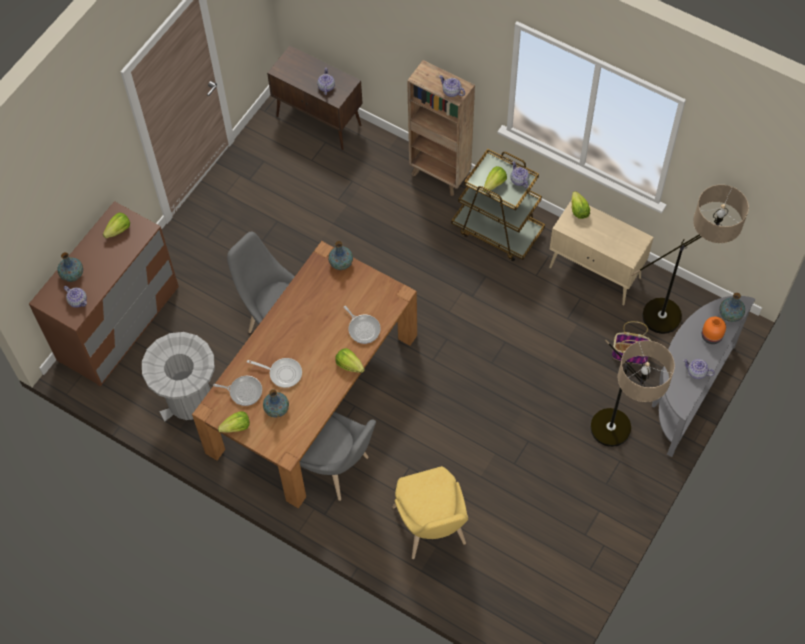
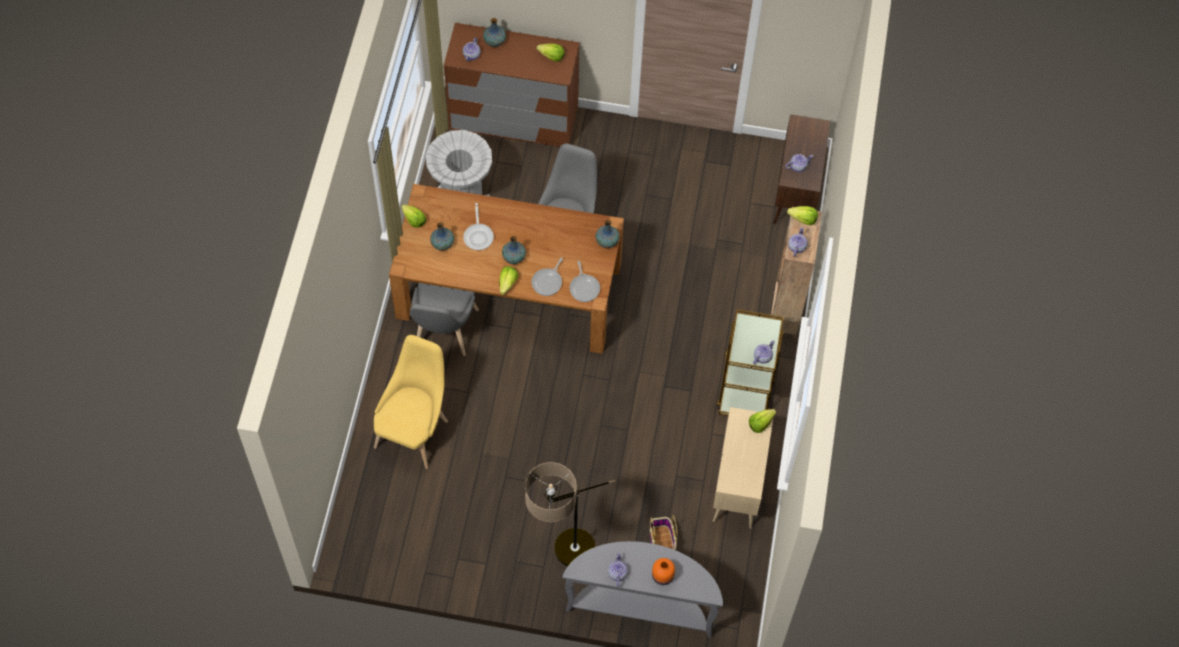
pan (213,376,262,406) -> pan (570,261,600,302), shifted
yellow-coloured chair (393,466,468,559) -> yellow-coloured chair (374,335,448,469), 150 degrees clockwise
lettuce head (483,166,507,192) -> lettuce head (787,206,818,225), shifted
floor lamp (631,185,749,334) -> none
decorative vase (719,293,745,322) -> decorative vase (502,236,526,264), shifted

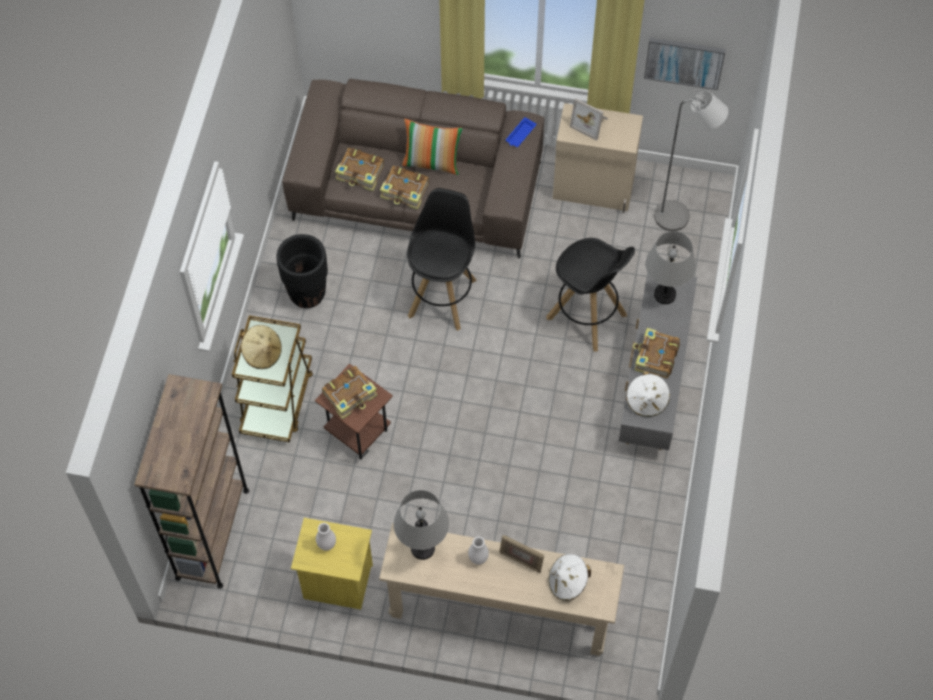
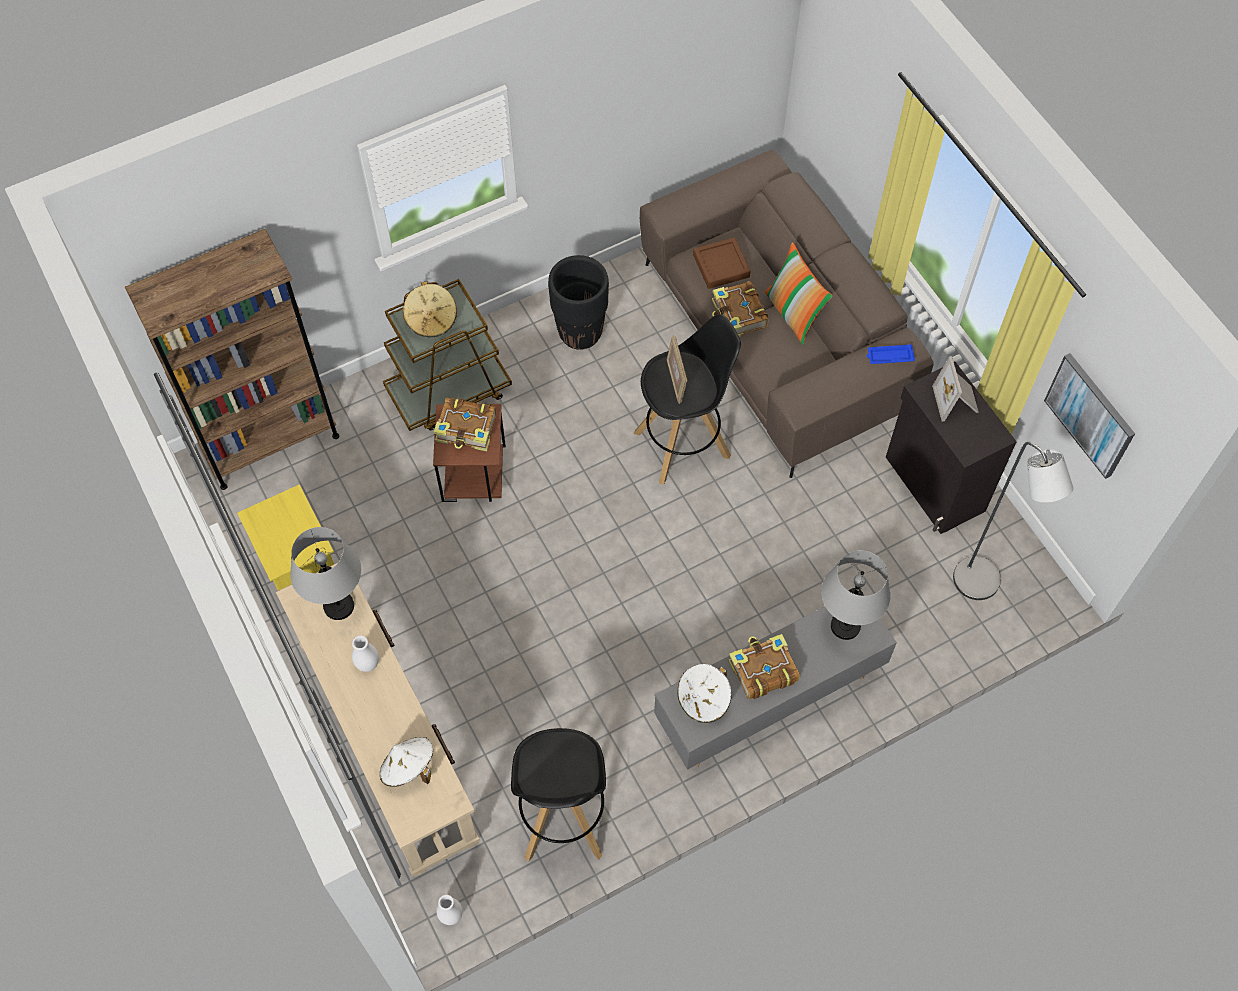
whitish decorative vase (316,523,336,551) -> whitish decorative vase (436,895,463,925), shifted
volume (335,148,384,191) -> brown-coloured tray (693,237,750,289)
standing frame (499,535,544,573) -> standing frame (667,336,687,404), shifted
blackish stool (546,238,635,352) -> blackish stool (511,728,606,862), shifted
beige-coloured cupboard (553,103,643,213) -> blackish cupboard (886,362,1017,534)

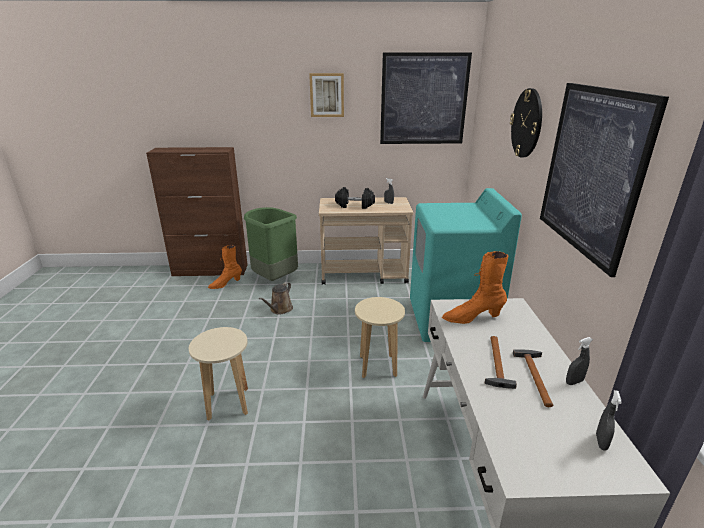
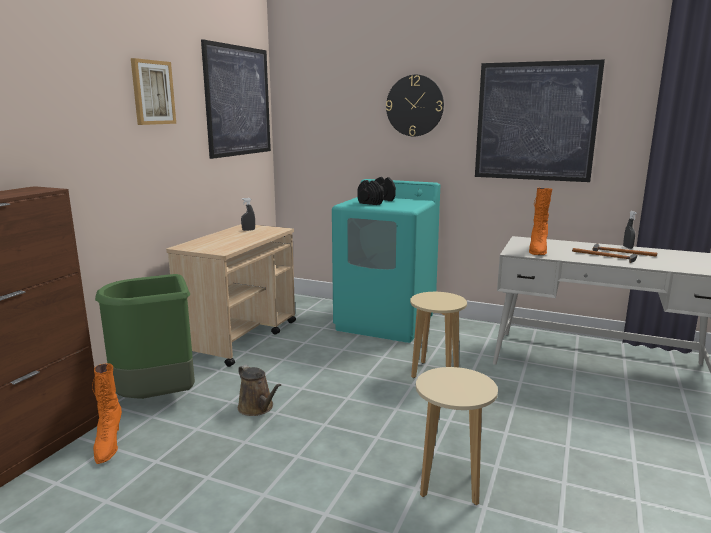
blackish dumbbell (335,187,375,209) -> blackish dumbbell (357,177,396,205), shifted
gray spray bottle (596,390,622,451) -> none

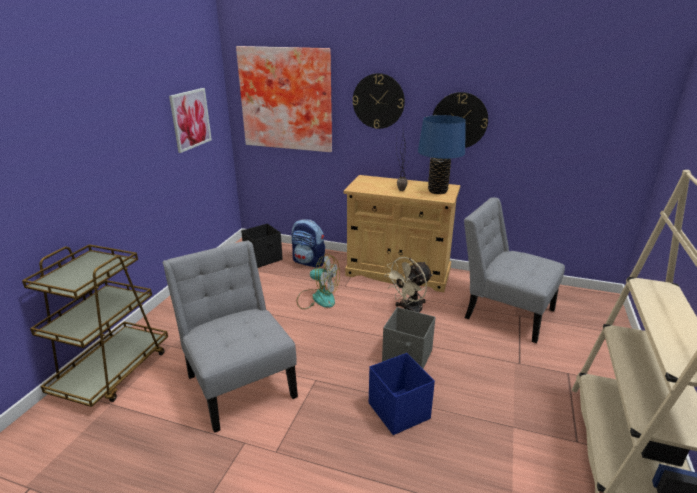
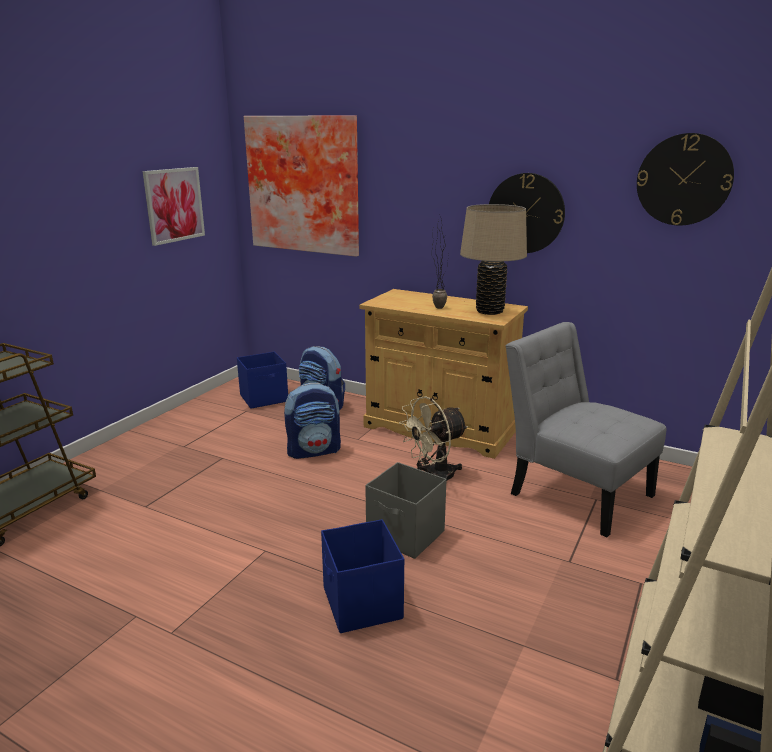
gray chair (163,240,298,433) -> none
blackish storage box (241,223,283,268) -> bluish storage box (237,352,288,409)
fan (296,254,340,309) -> backpack (284,383,341,459)
wall clock (353,73,405,129) -> wall clock (637,133,734,225), shifted
bluish tabletop lamp (418,115,466,194) -> beige-coloured tabletop lamp (460,204,527,315)

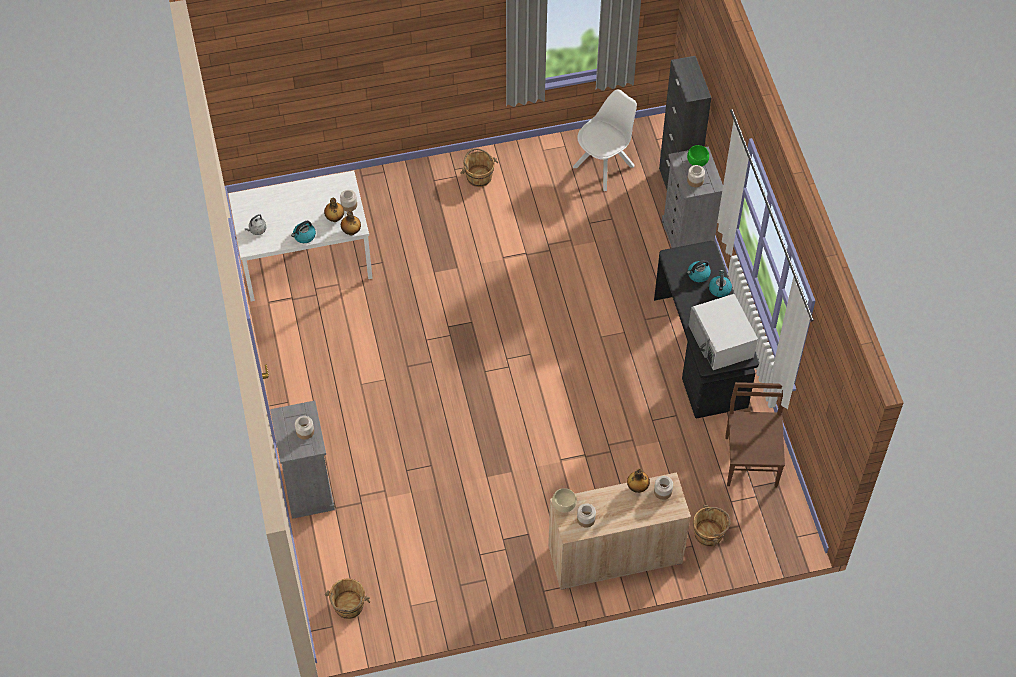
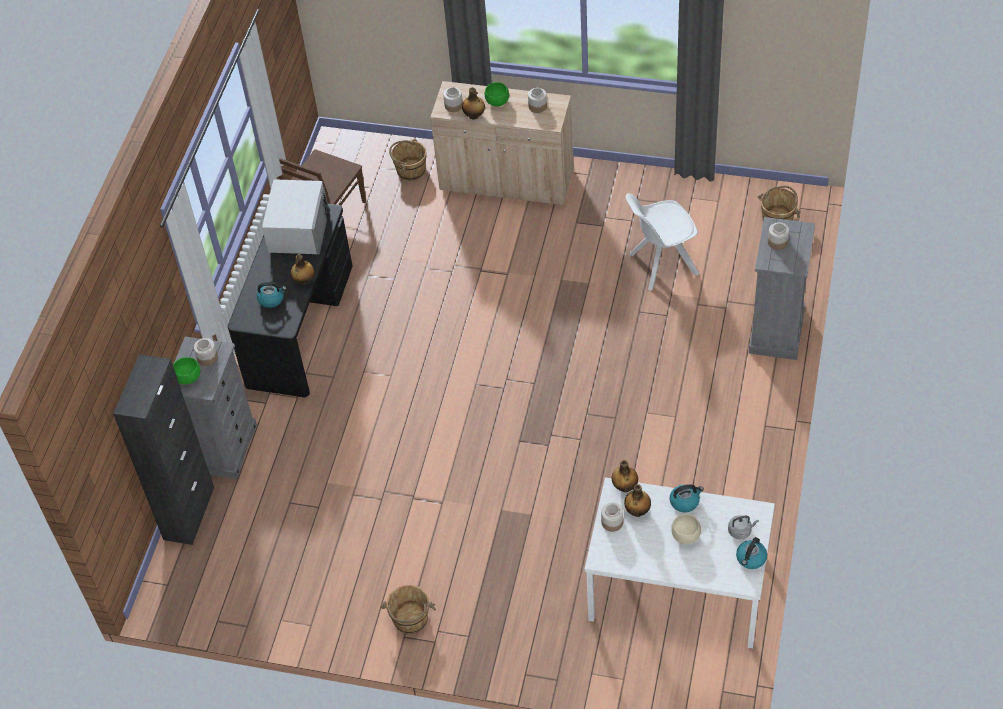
beige-coloured bowl (552,488,577,513) -> beige-coloured bowl (671,514,701,544), shifted
whitish chair (573,89,637,191) -> whitish chair (626,193,699,290), shifted
kettle (709,270,732,297) -> kettle (736,537,767,569), shifted
none -> bottle (291,254,315,285)
none -> greenish bowl (485,82,509,107)

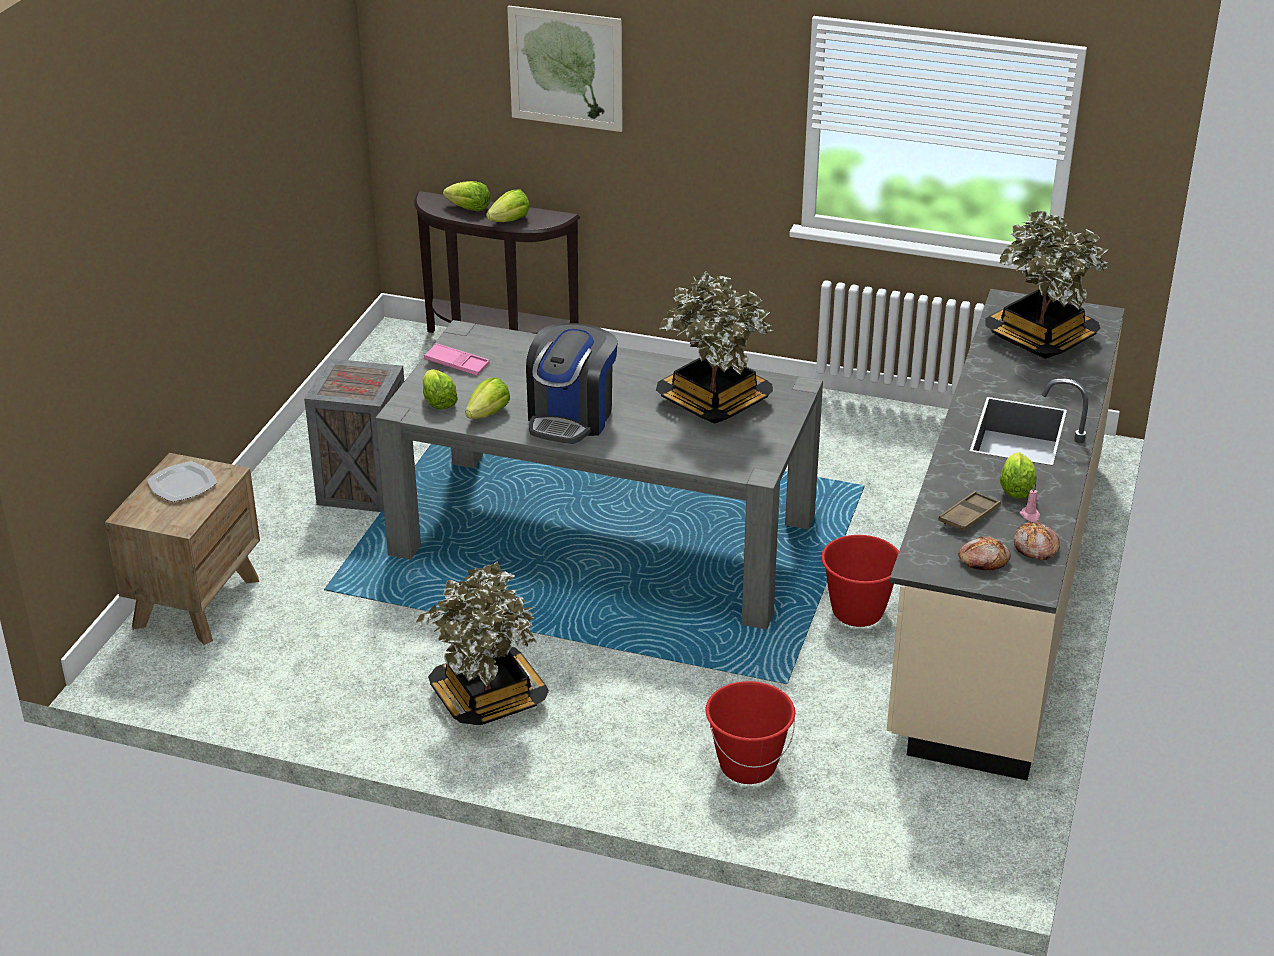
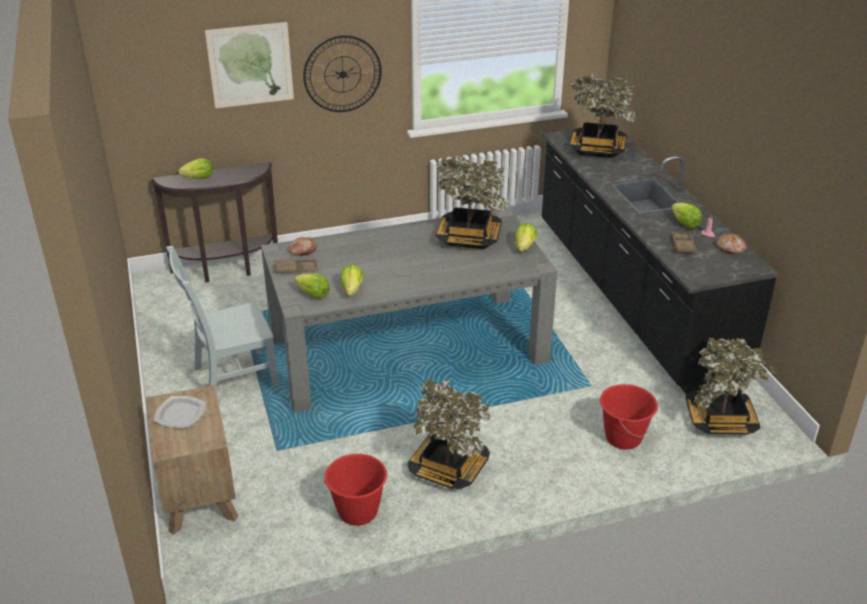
crate (304,358,404,512) -> gray chair (166,246,278,392)
pink-coloured tray (424,343,490,376) -> brown-coloured tray (274,259,318,273)
lettuce head (486,190,530,222) -> lettuce head (515,223,537,252), shifted
coffee brewer (526,323,618,444) -> none
red water bucket (821,535,899,627) -> red water bucket (324,454,388,526), shifted
beige-coloured kitchen counter (887,289,1125,780) -> blackish kitchen counter (542,124,779,394)
bakery bread (958,536,1011,570) -> bakery bread (288,237,317,256), shifted
none -> wall clock (303,35,382,112)
none -> plant in a pot (686,337,779,434)

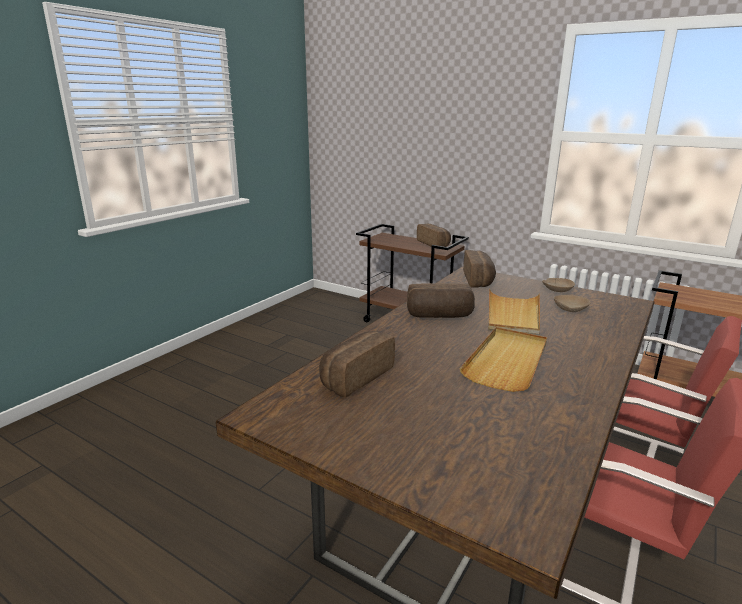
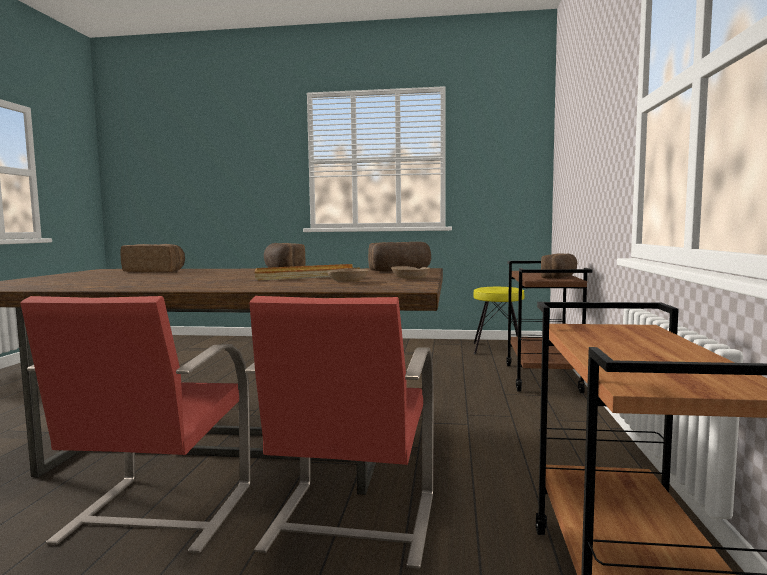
beige-coloured tray (459,327,547,392) -> none
none -> yellow-coloured stool (473,287,524,354)

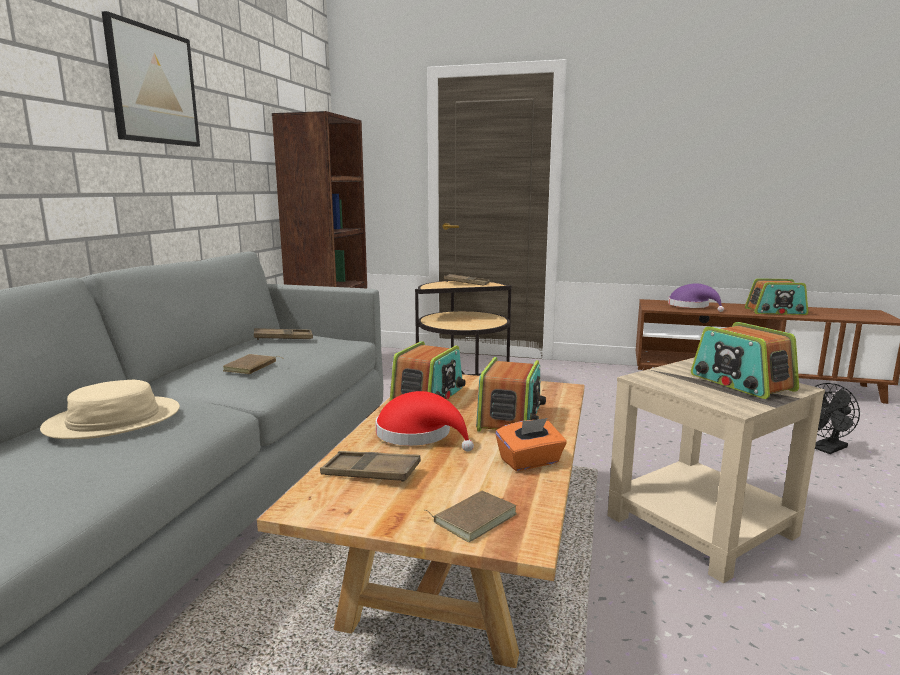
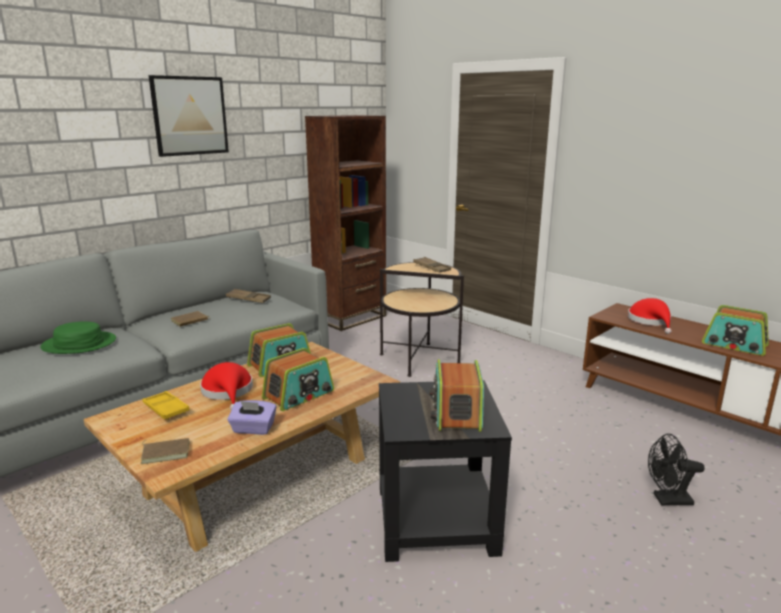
beige-coloured wearable hat (40,380,180,439) -> greenish wearable hat (40,321,116,354)
brown-coloured tray (320,451,421,482) -> yellow-coloured tray (142,391,190,420)
orange-coloured tissue holder (496,418,567,471) -> purple-coloured tissue holder (227,400,276,435)
beige-coloured end table (607,358,825,583) -> blackish end table (379,380,512,562)
purple-coloured wearable hat (668,283,724,312) -> red wearable hat (628,298,672,334)

